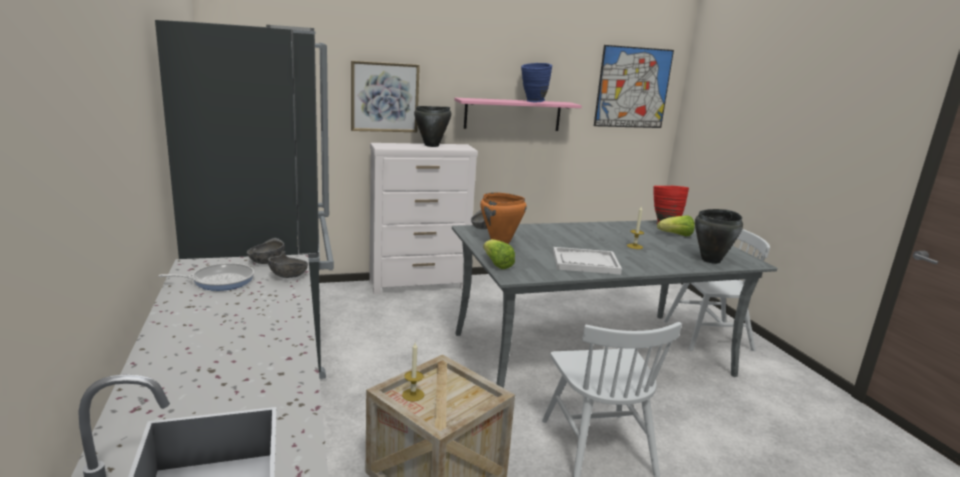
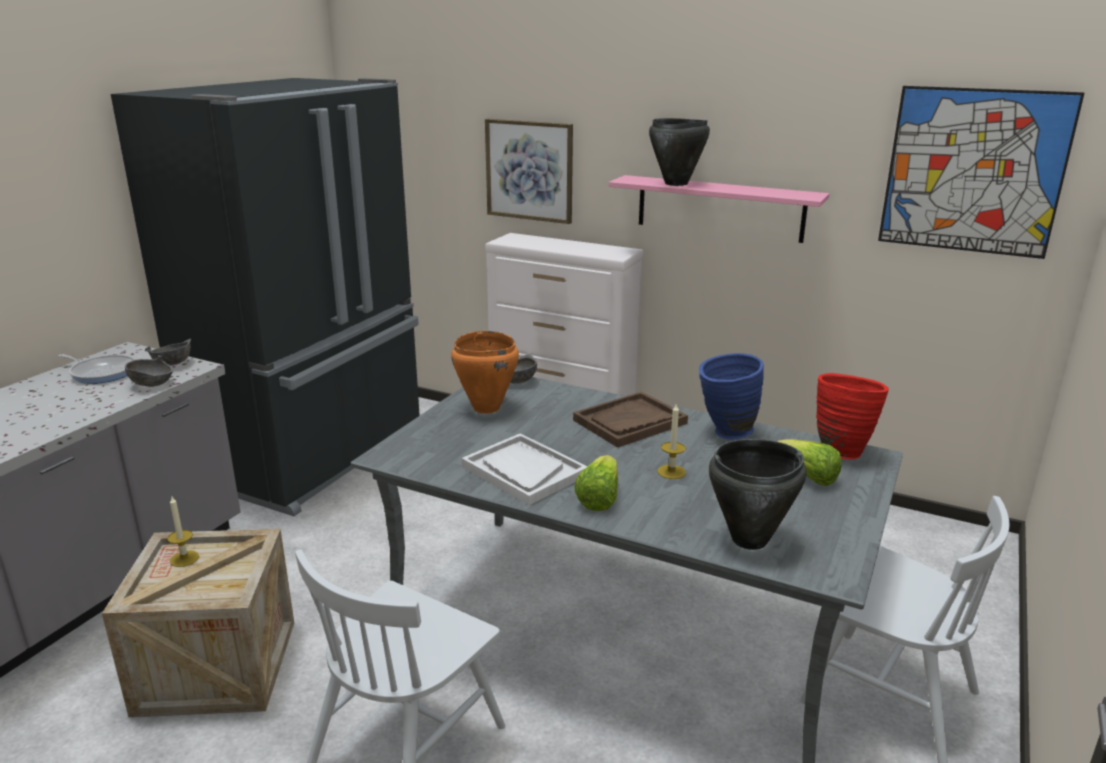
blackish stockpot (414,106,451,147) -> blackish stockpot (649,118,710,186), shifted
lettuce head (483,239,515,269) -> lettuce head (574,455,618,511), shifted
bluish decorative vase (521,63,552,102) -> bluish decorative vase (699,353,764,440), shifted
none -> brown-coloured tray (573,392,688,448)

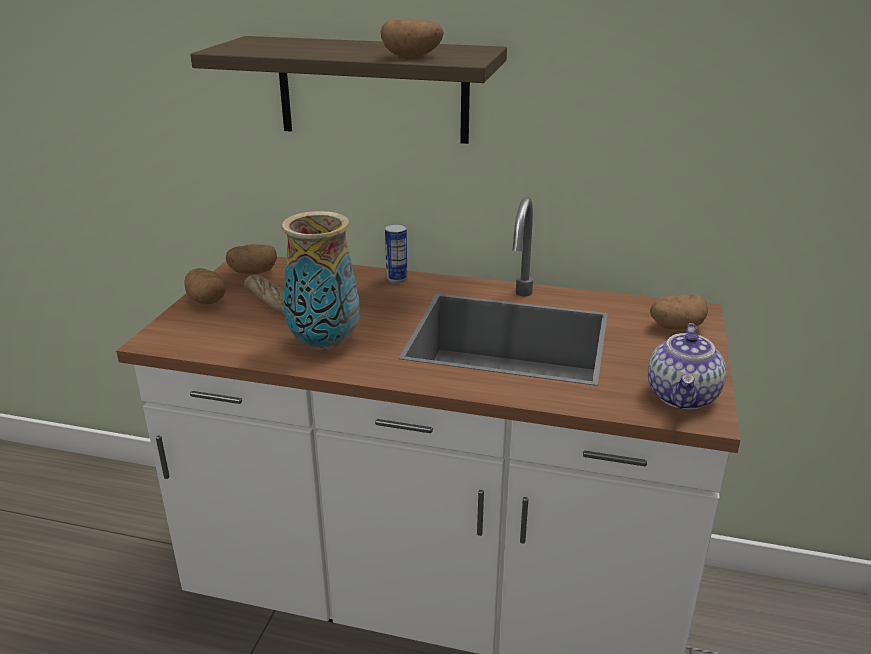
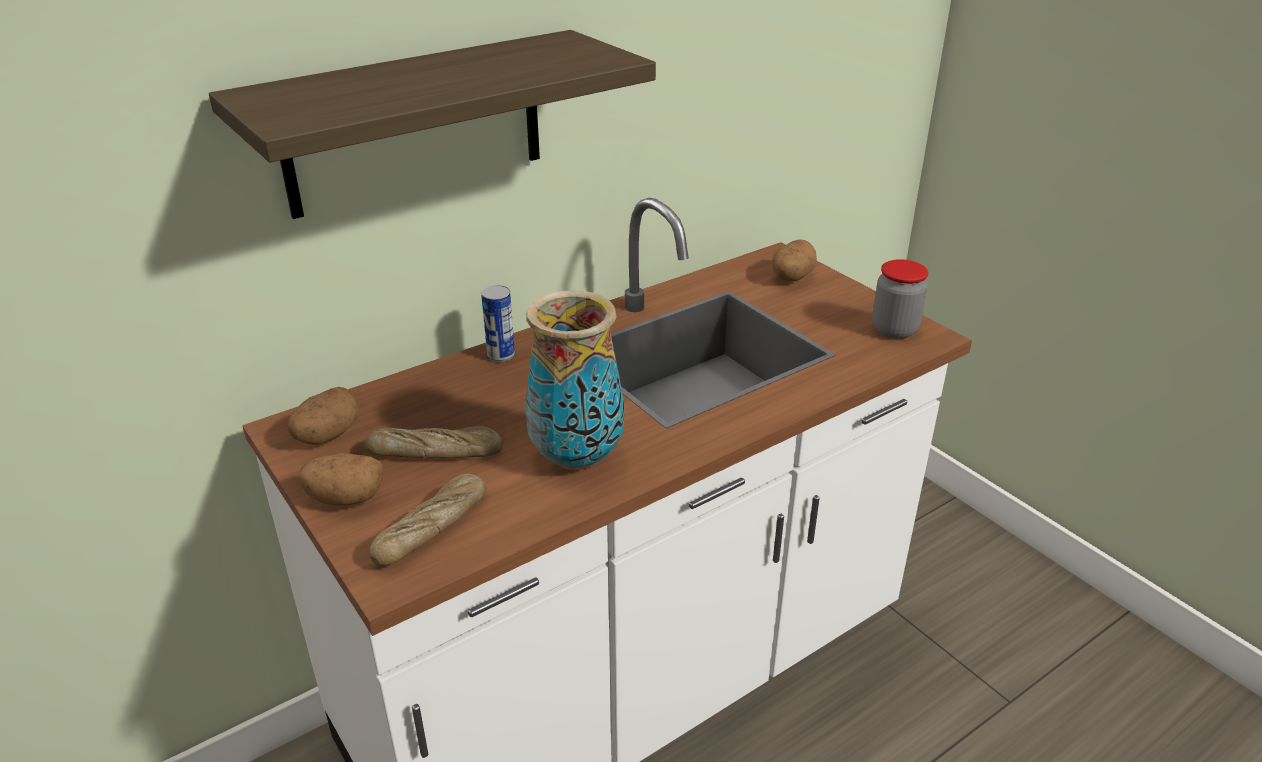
potato (381,19,444,58) -> none
tea pot (648,323,726,409) -> storage jar (872,259,929,339)
none -> bakery bread (369,474,486,566)

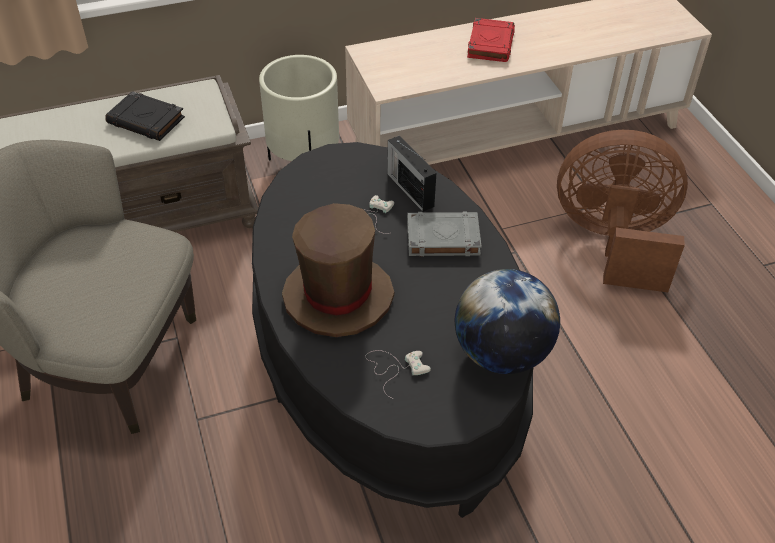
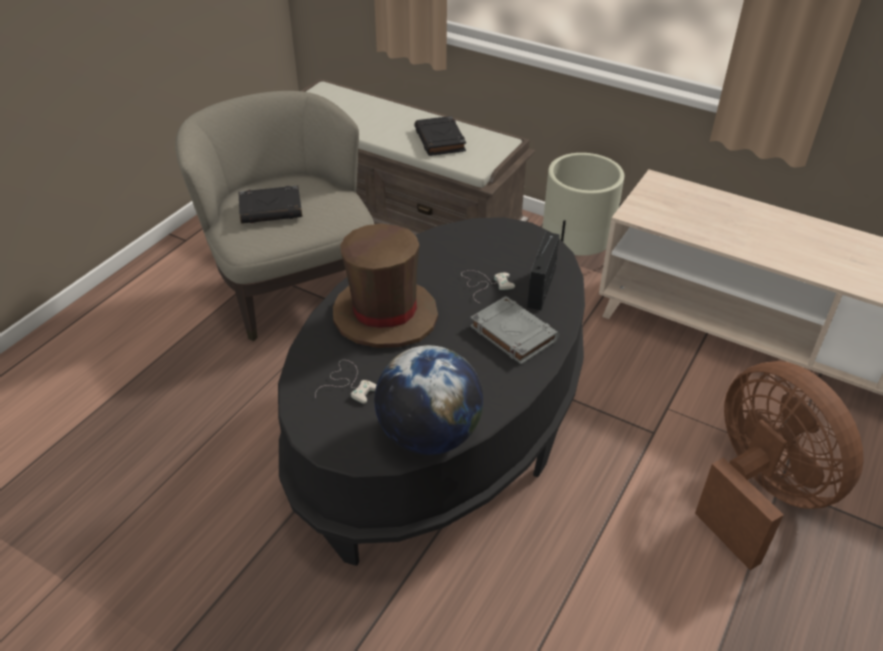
red volume (467,18,515,62) -> none
none -> blackish volume (238,186,302,224)

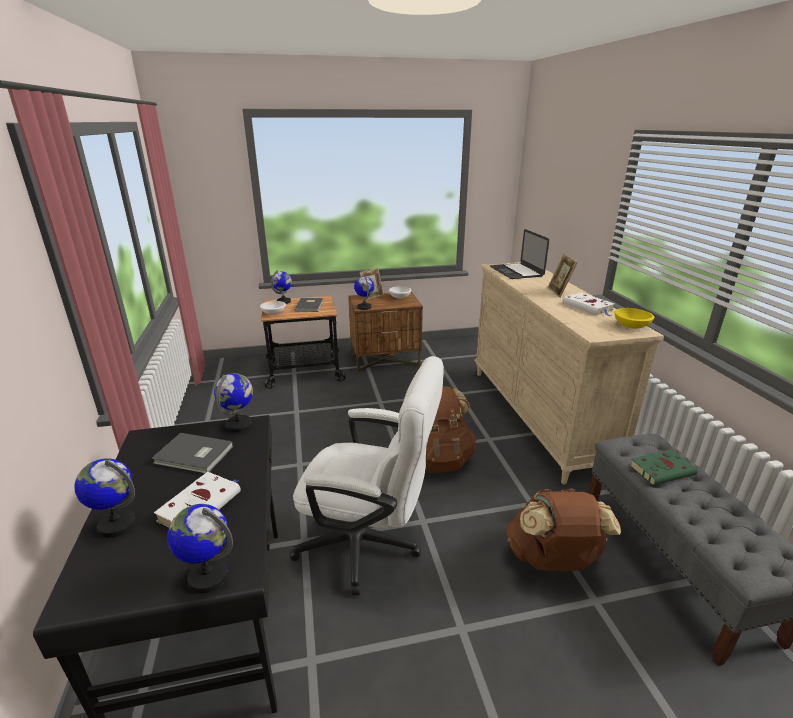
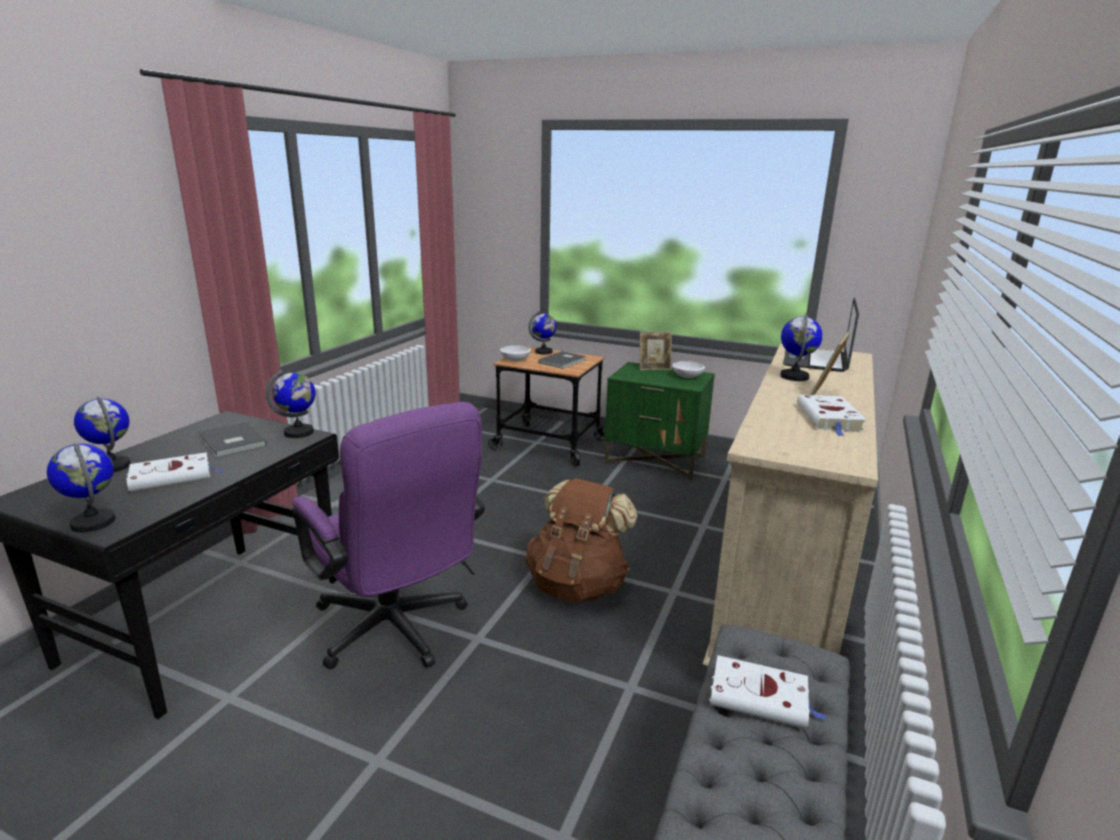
whitish computer chair (289,356,444,596) -> purple-coloured computer chair (292,402,485,669)
brown-coloured night table (348,292,423,373) -> greenish night table (605,362,715,480)
globe (354,276,374,310) -> globe (780,314,823,381), shifted
brown-coloured backpack (506,488,621,571) -> none
yellow-coloured bowl (614,308,654,328) -> none
greenish volume (629,450,697,485) -> whitish volume (709,655,826,729)

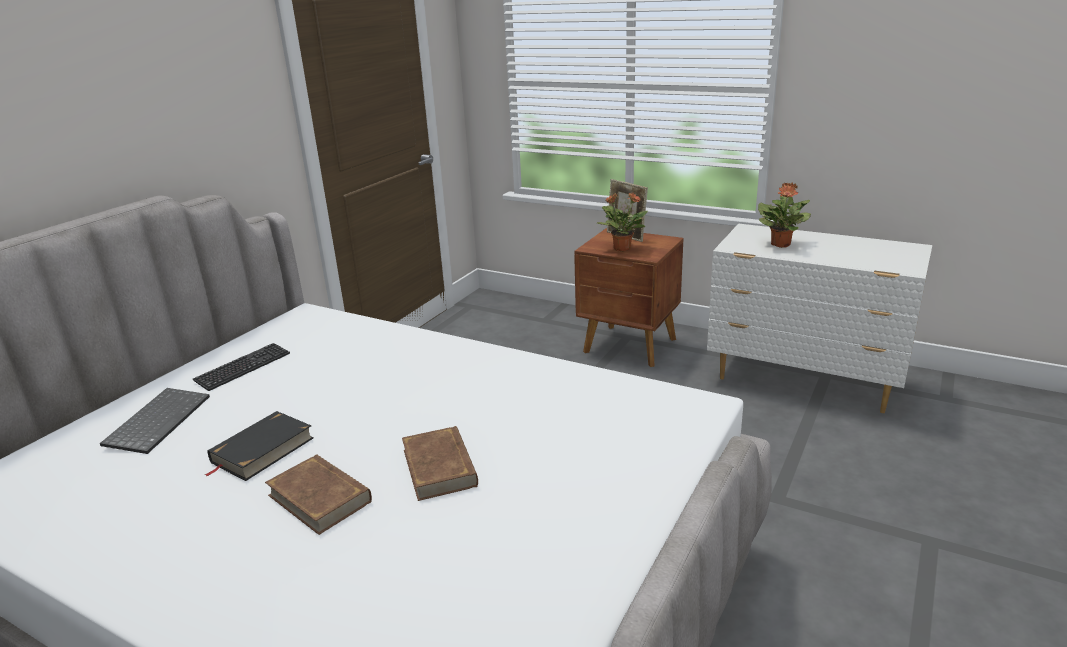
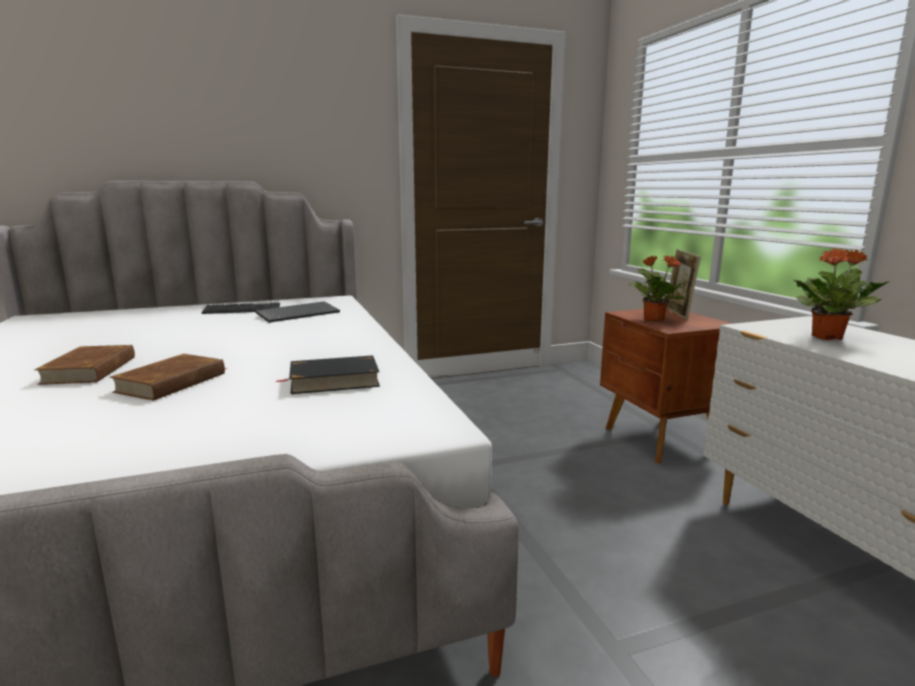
PC keyboard (100,388,210,454) -> PC keyboard (255,301,340,323), shifted
blackish volume (205,411,314,481) -> blackish volume (276,355,380,394), shifted

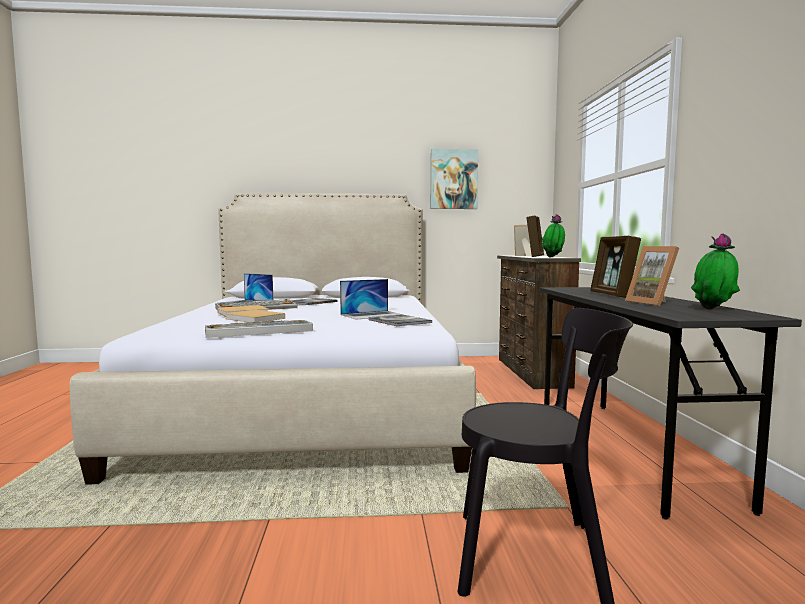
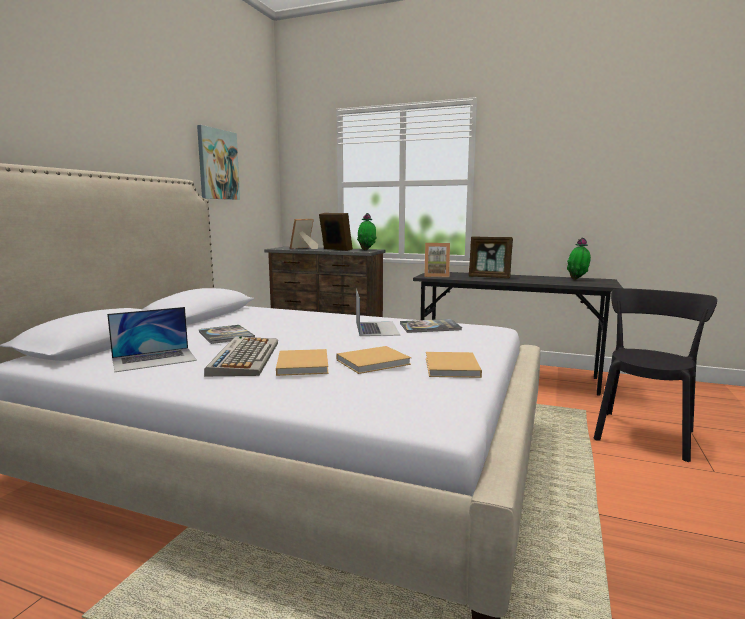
PC keyboard (205,320,313,338) -> beige-coloured volume (426,352,482,378)
standing frame (625,246,679,306) -> standing frame (424,243,450,278), shifted

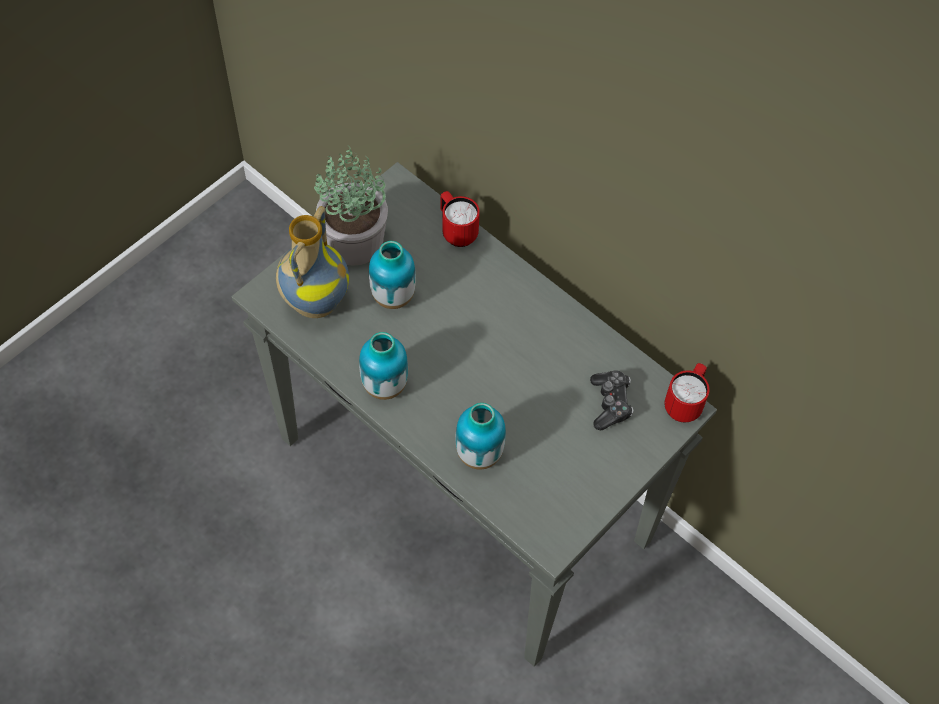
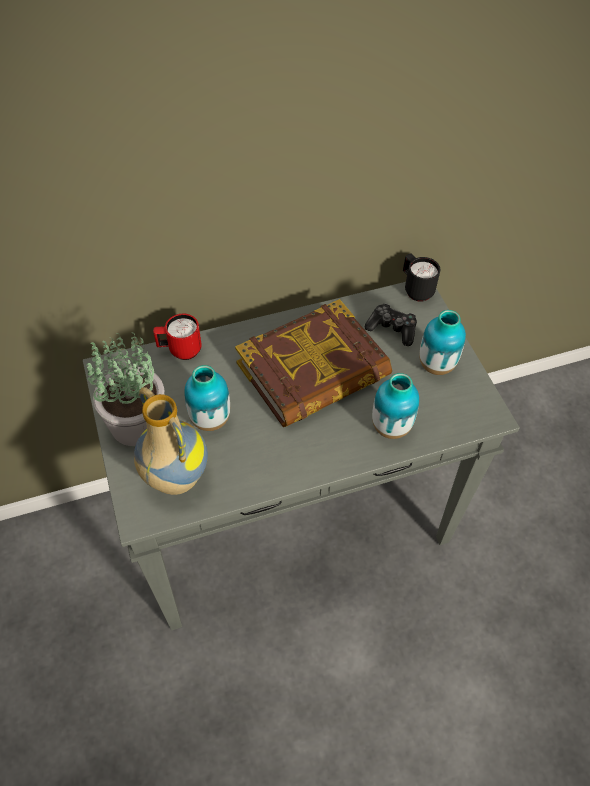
decorative vase (359,332,408,400) -> decorative vase (419,310,466,375), shifted
red coffee mug (664,363,710,422) -> blackish coffee mug (403,254,440,302)
none -> volume (235,299,392,427)

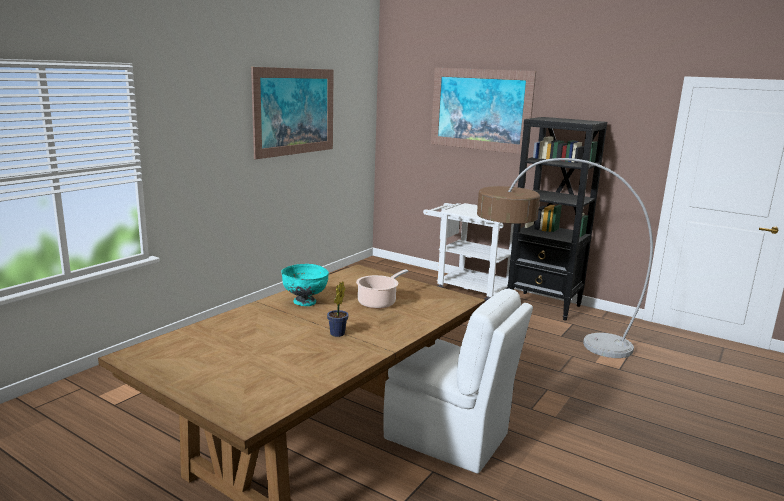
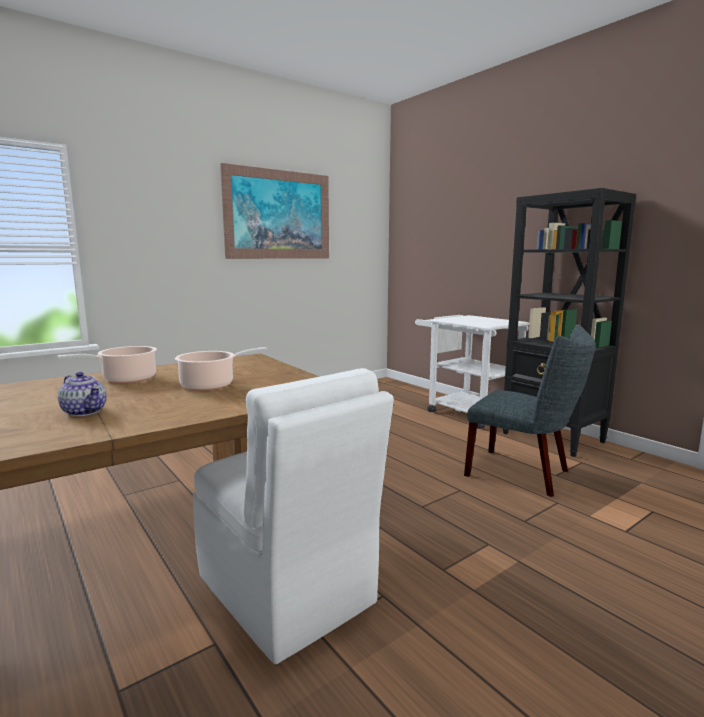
blue-green bowl (281,264,329,306) -> stockpot (57,346,157,383)
plant in a pot (327,281,349,337) -> tea pot (58,372,107,416)
picture (431,68,536,154) -> none
floor lamp (477,158,653,358) -> gray chair (464,324,596,497)

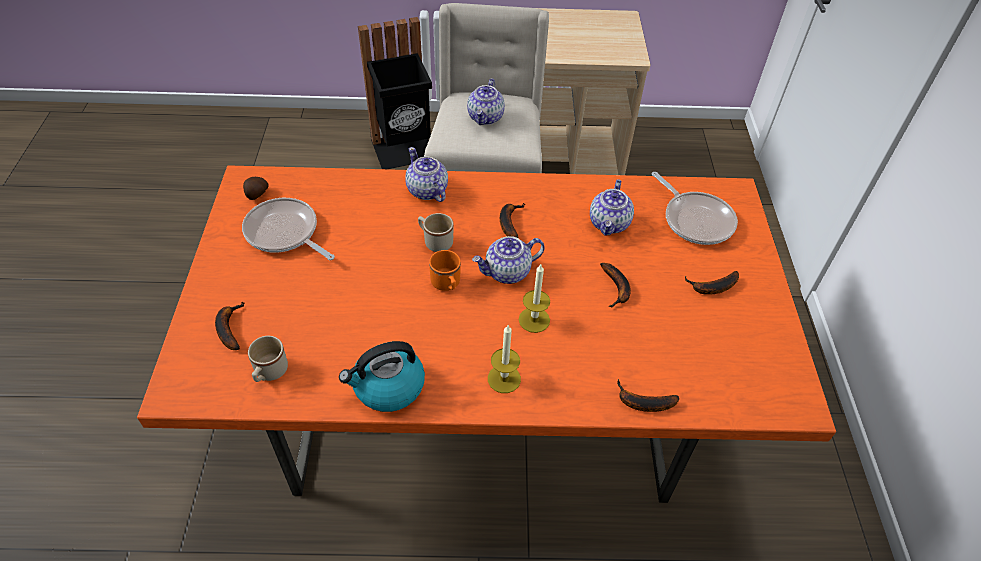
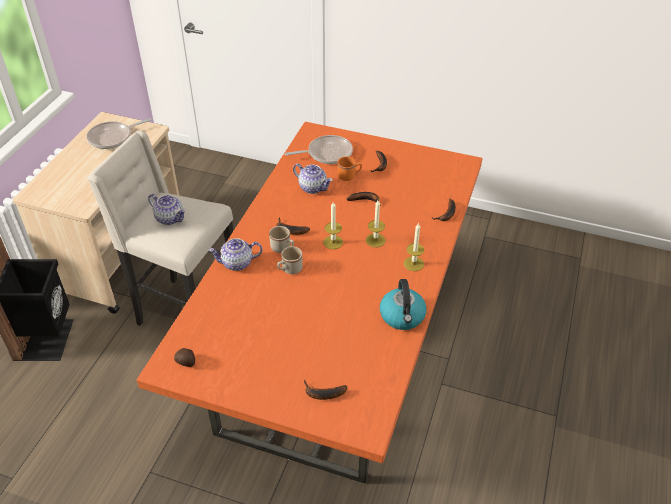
pan (242,198,335,260) -> pan (86,118,151,149), shifted
beige-coloured coffee mug (248,336,288,382) -> beige-coloured coffee mug (269,226,294,253), shifted
orange-coloured coffee mug (429,250,461,291) -> orange-coloured coffee mug (338,156,362,181), shifted
tea pot (472,236,545,284) -> wax candle (323,202,343,249)

